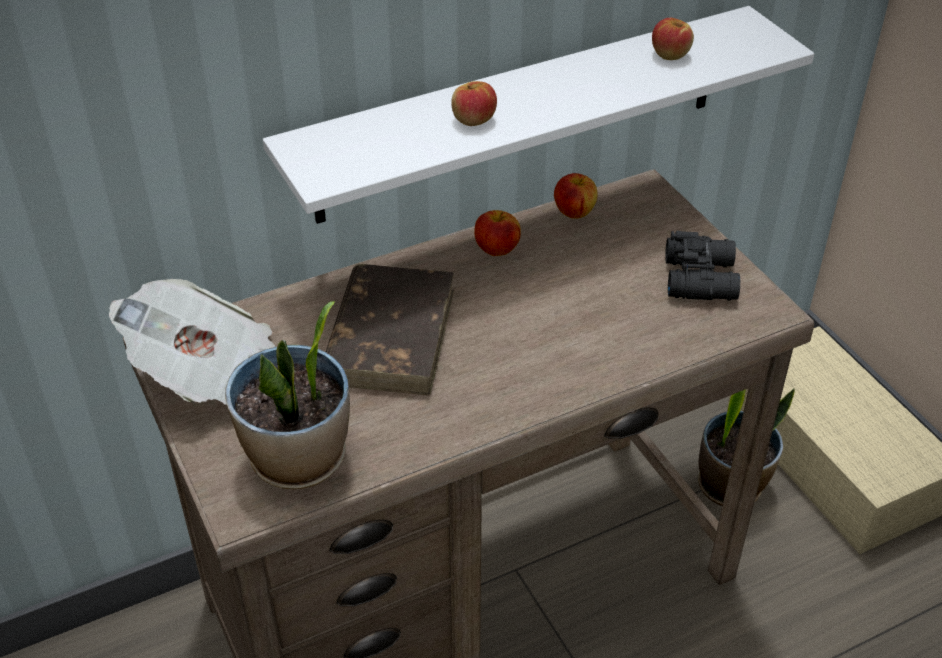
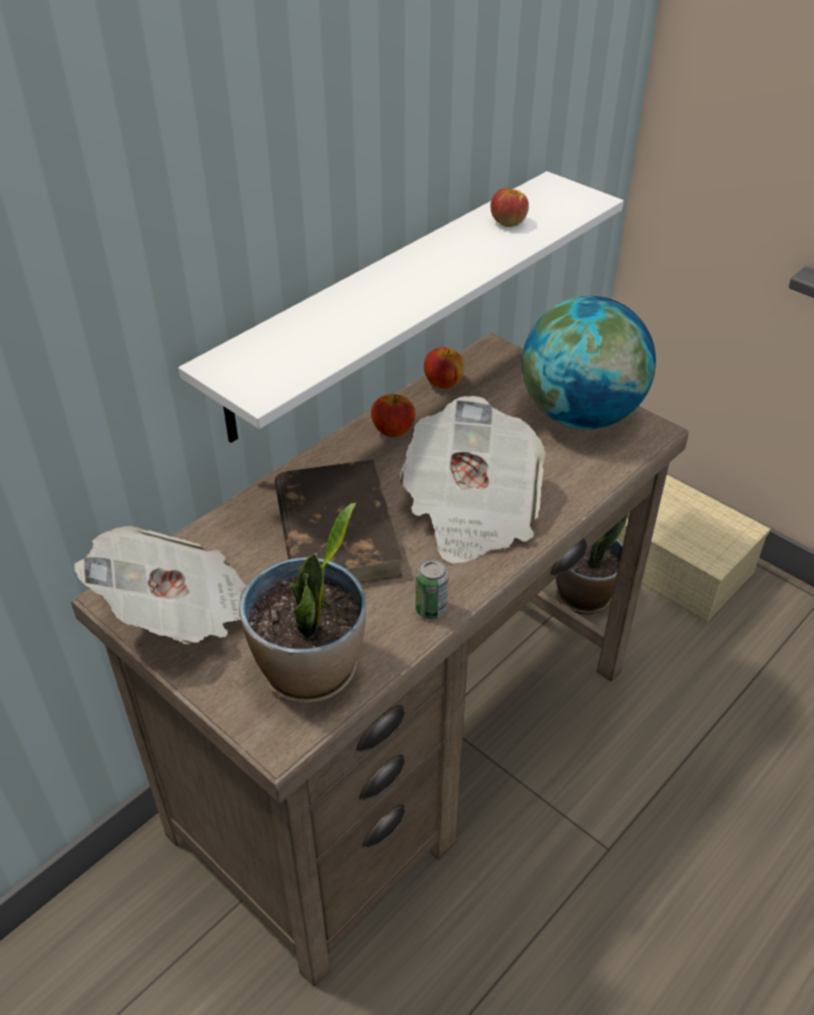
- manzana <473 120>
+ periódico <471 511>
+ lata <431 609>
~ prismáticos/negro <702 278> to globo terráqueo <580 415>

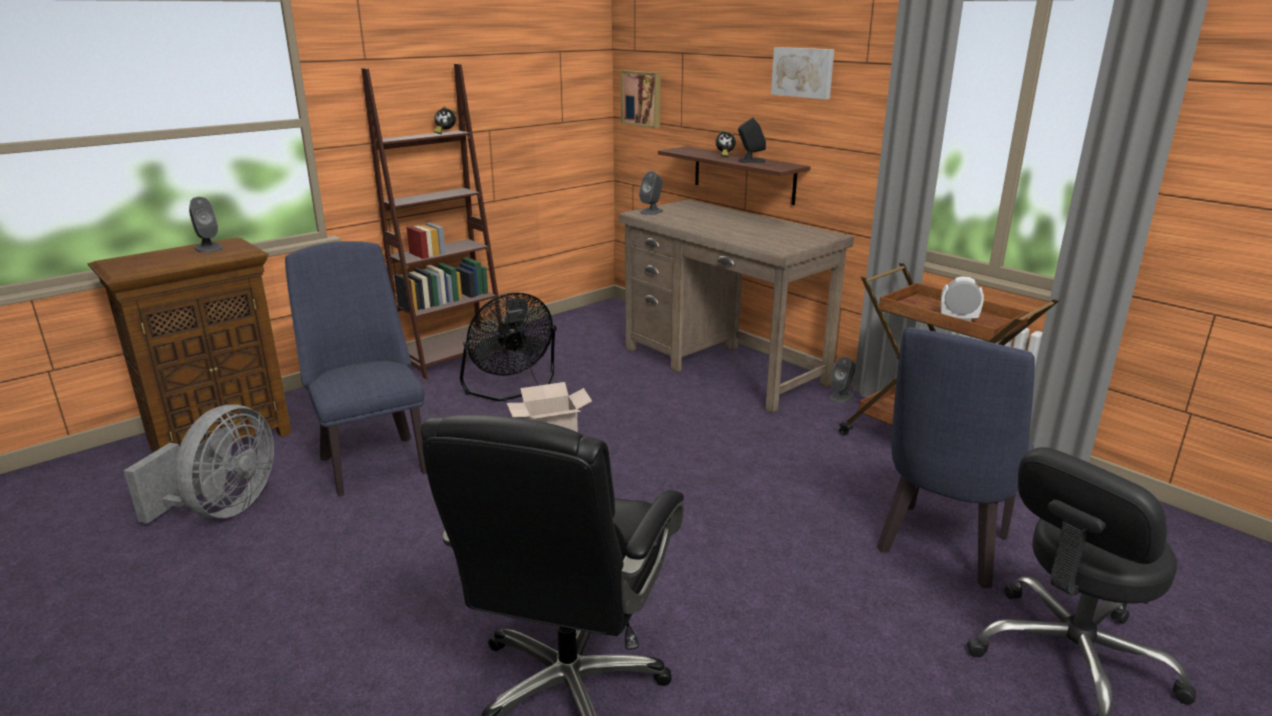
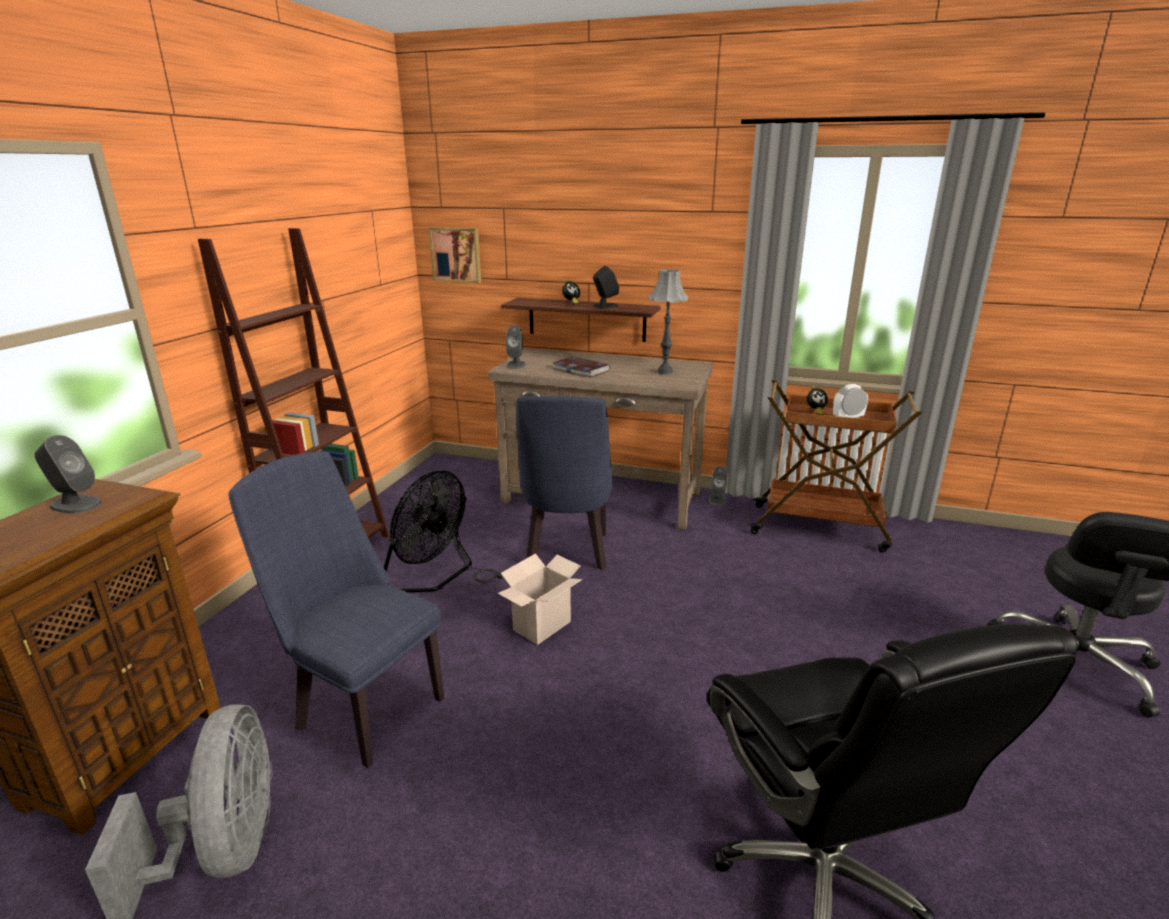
- cuadro <803 72>
+ libro <581 370>
+ lámpara de mesa/gris <664 372>
~ despertador <445 133> to <815 412>
~ silla/azul <941 550> to <568 554>

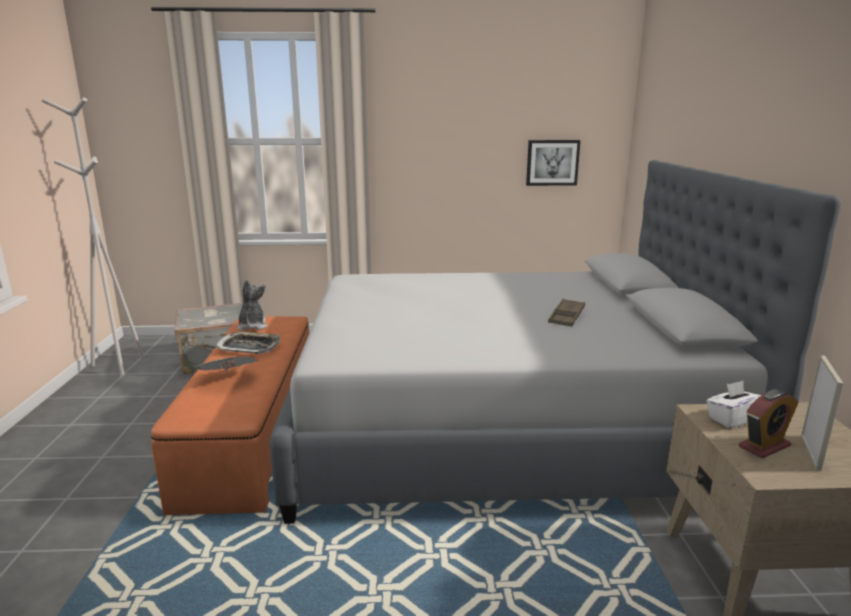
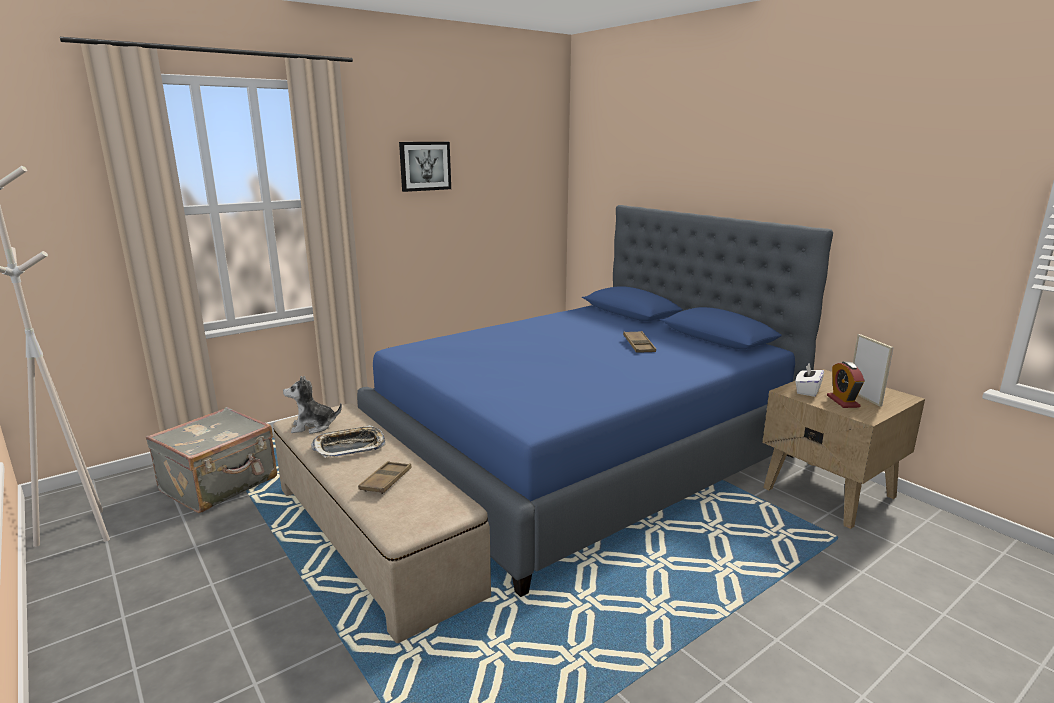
~ cuadro <552 162> to <425 166>
~ periódico <228 379> to bandeja/marrón <386 481>
~ banco/naranja <253 431> to banco/beis <374 537>
~ cama/gris <501 426> to cama/azul <582 456>
~ peluche <252 326> = <313 426> 60 degrees counterclockwise
~ despertador <764 446> = <843 401> 150 degrees clockwise

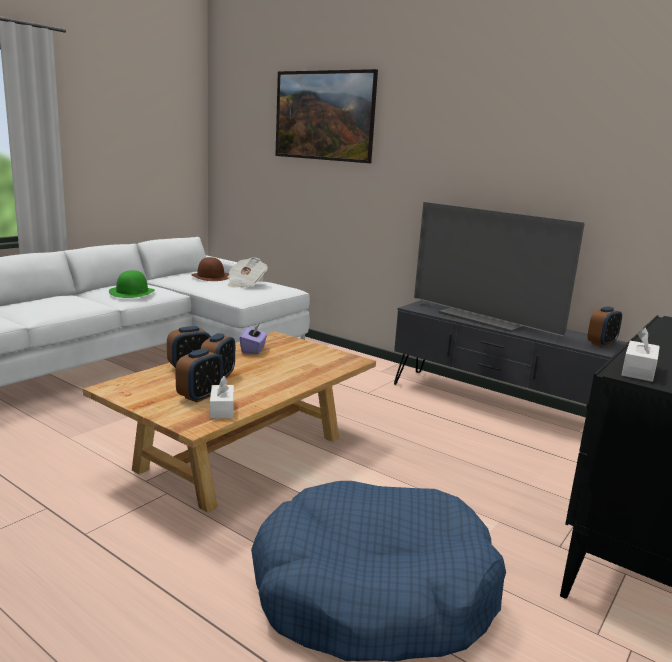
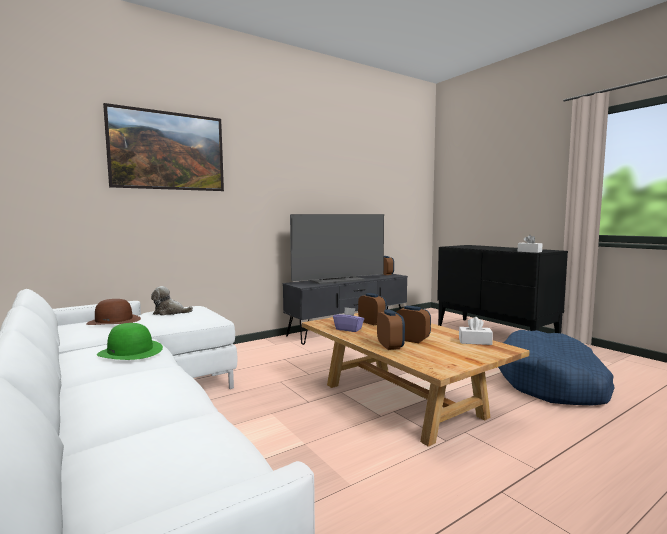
~ despertador <200 396> to <372 323>
~ periódico <245 284> to peluche <170 312>

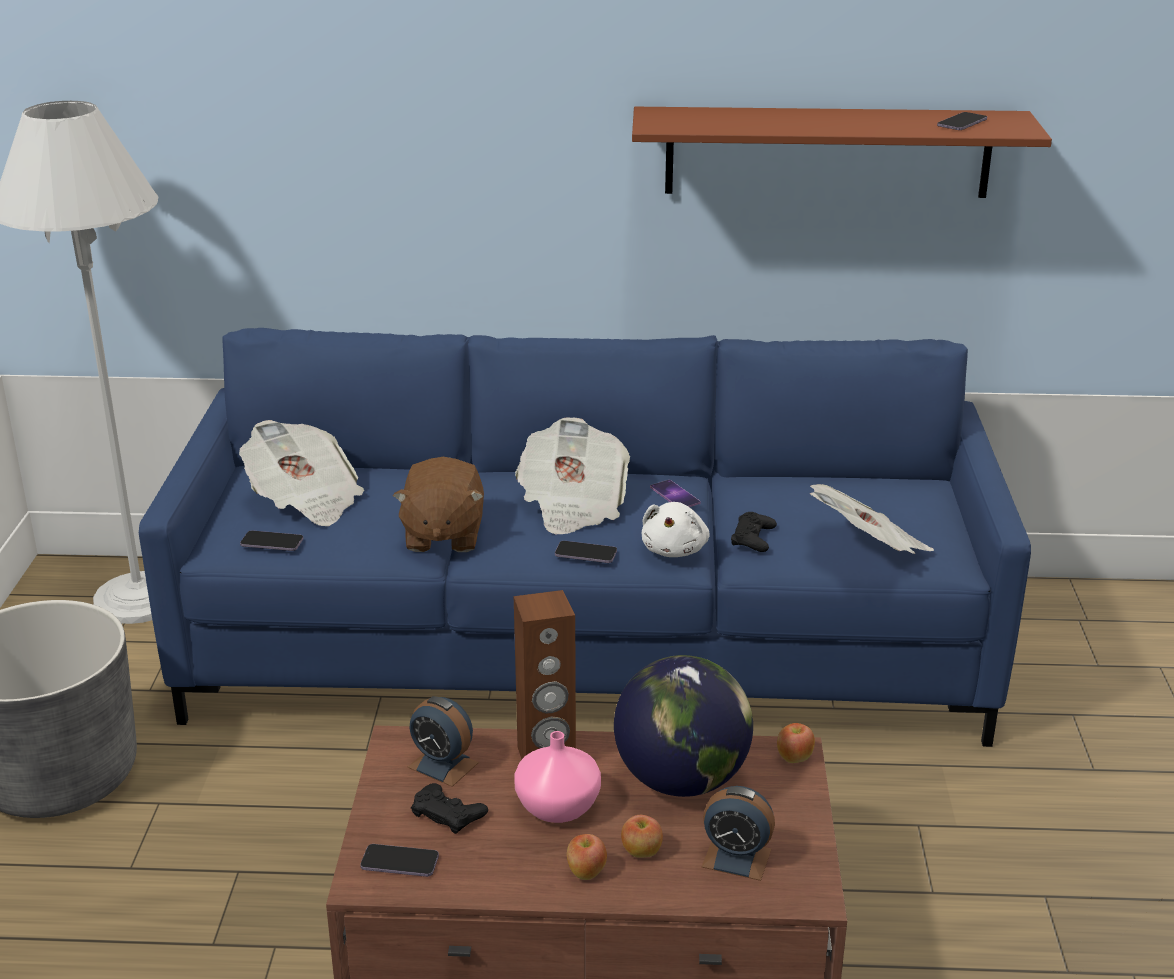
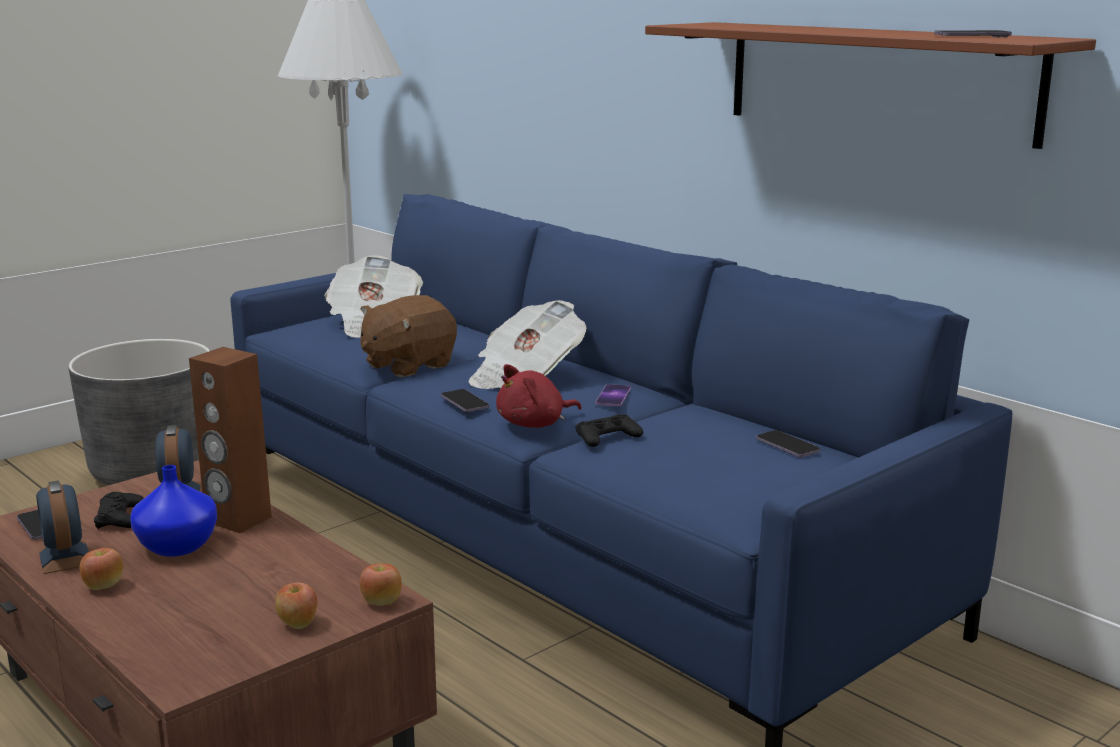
- globo terráqueo <681 780>
- periódico <868 550>
~ móvil <272 543> to <787 446>
~ manzana <641 852> to <297 624>
~ despertador <736 858> to <65 557>
~ florero/rosa <558 806> to florero/azul <179 546>
~ peluche/blanco <675 549> to peluche/rojo <535 424>

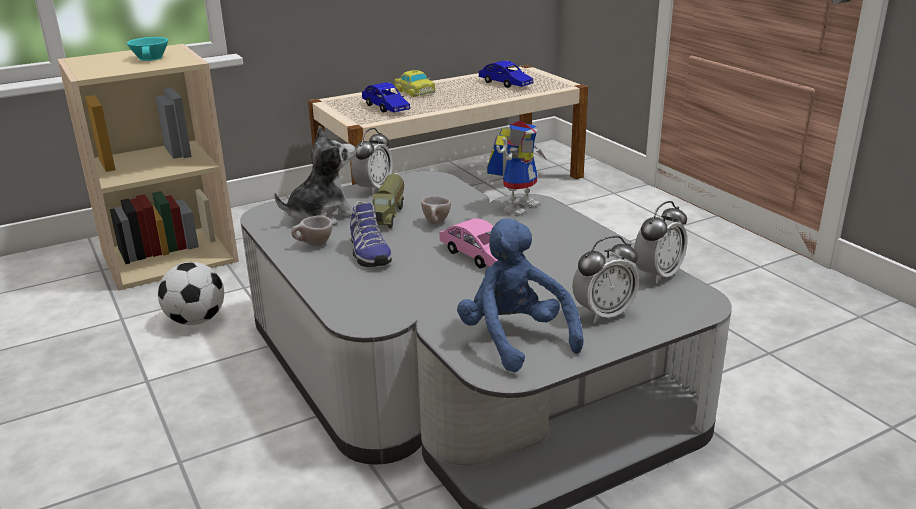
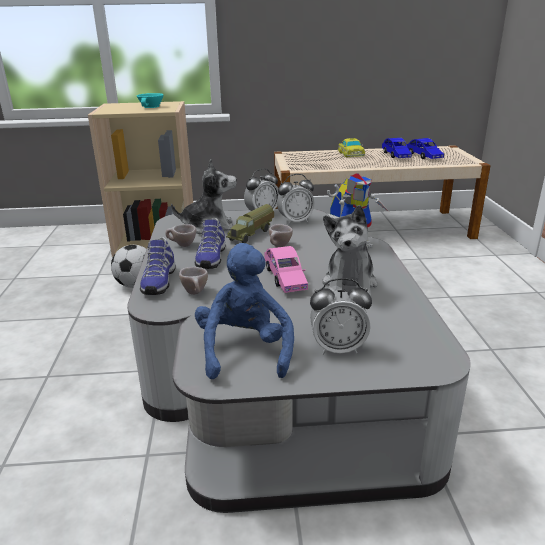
+ zapato <158 282>
+ taza/beis <196 293>
+ peluche <350 285>
~ coche de juguete/azul <385 108> to <395 155>
~ despertador <658 275> to <295 221>

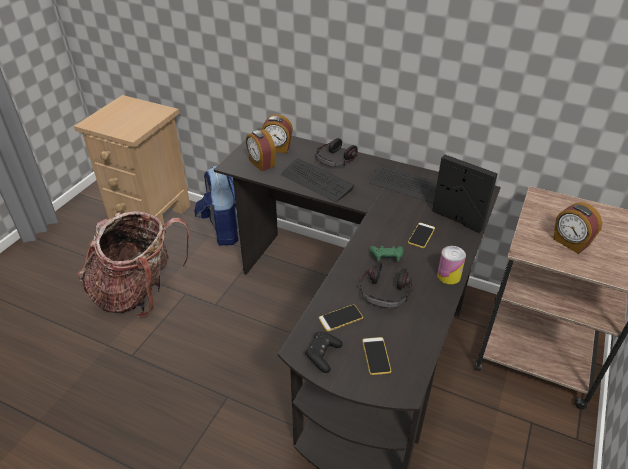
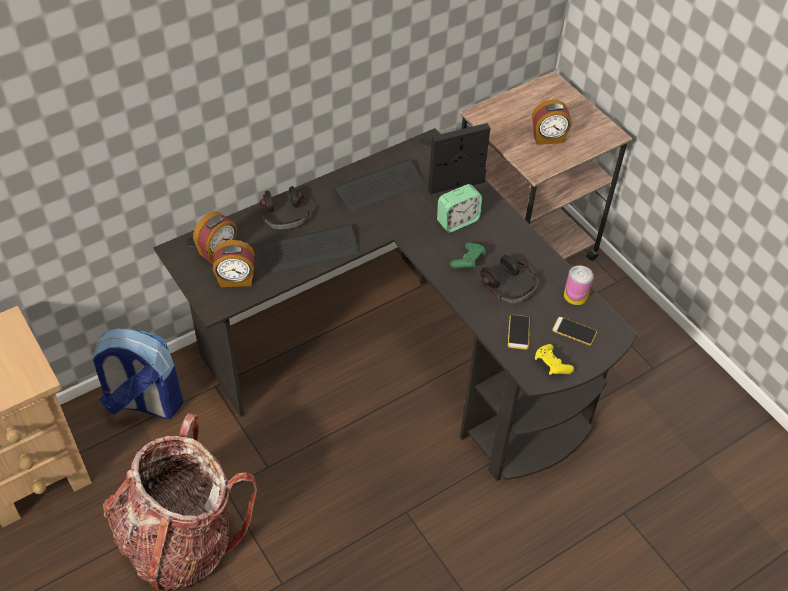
~ lata <448 276> to <575 295>
~ móvil <421 235> to despertador <457 221>
~ mando de consola/negro <323 355> to mando de consola/amarillo <551 365>

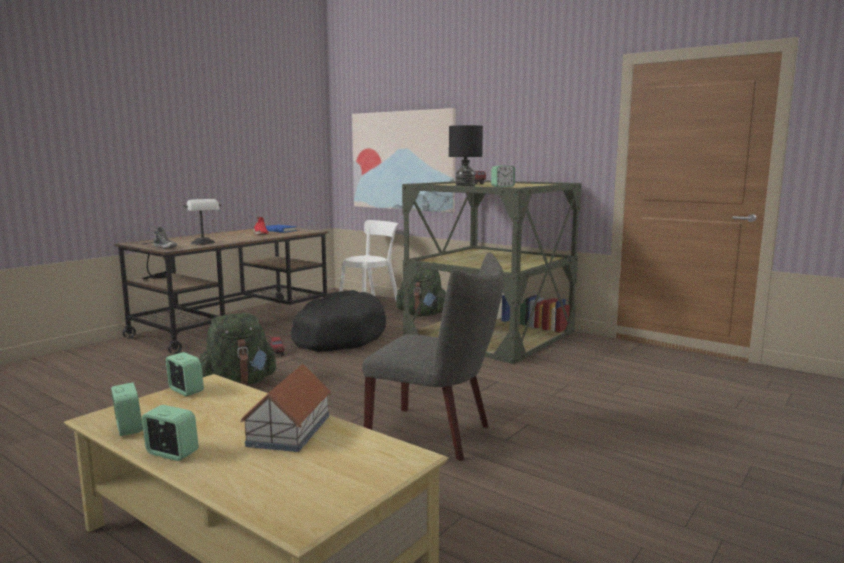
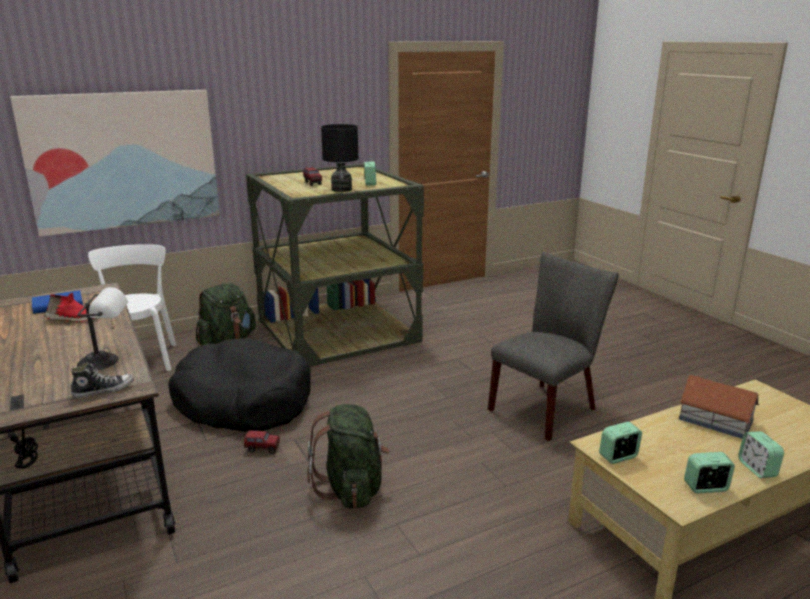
~ despertador <171 453> = <757 469> 60 degrees counterclockwise

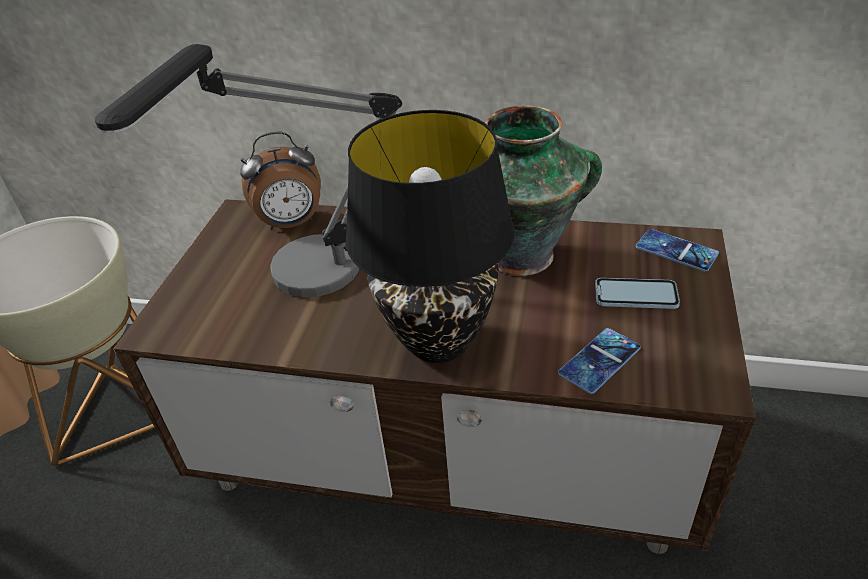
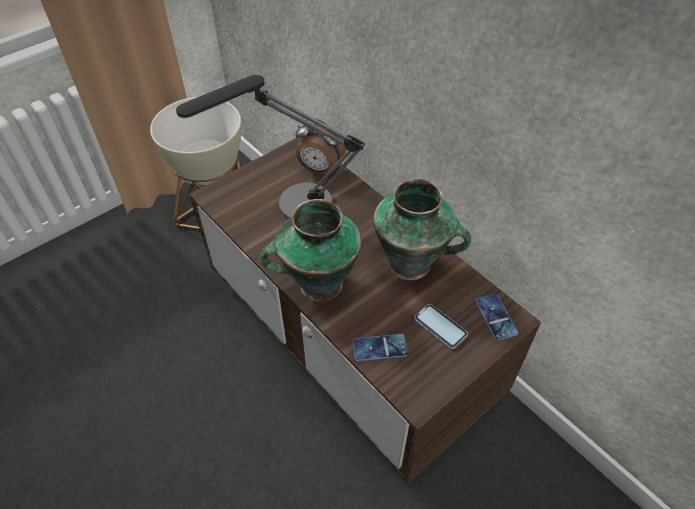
~ lámpara de mesa/negro <437 342> to florero <318 284>

